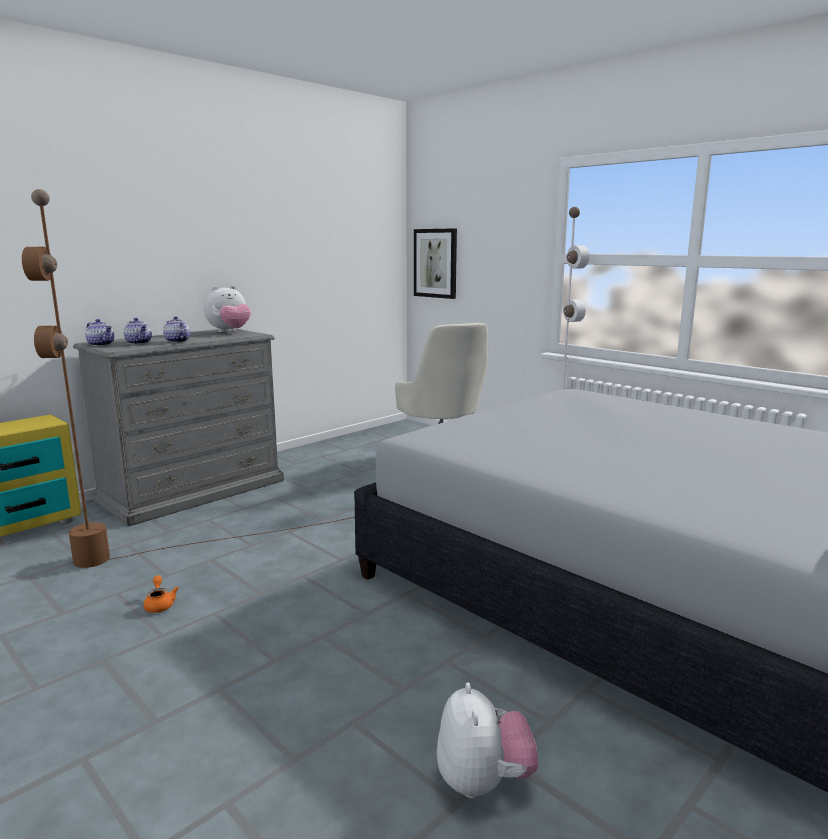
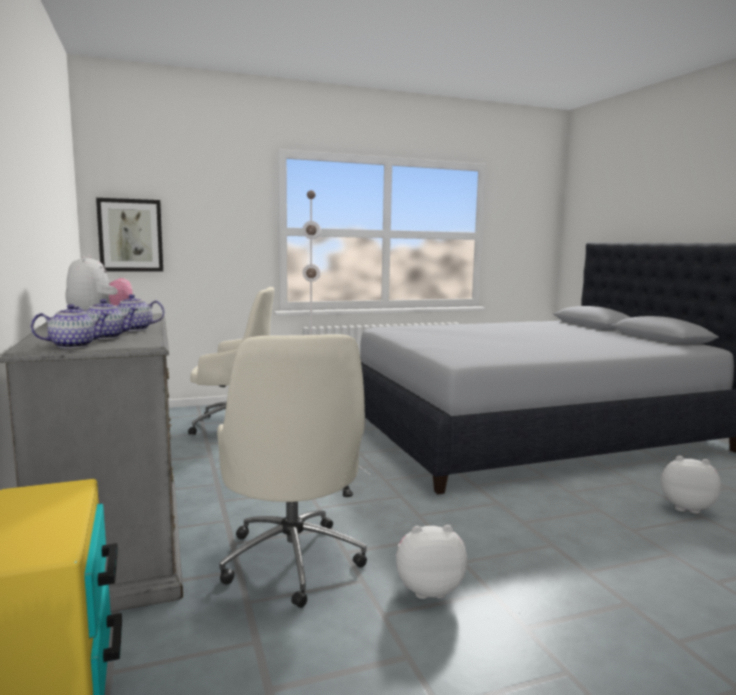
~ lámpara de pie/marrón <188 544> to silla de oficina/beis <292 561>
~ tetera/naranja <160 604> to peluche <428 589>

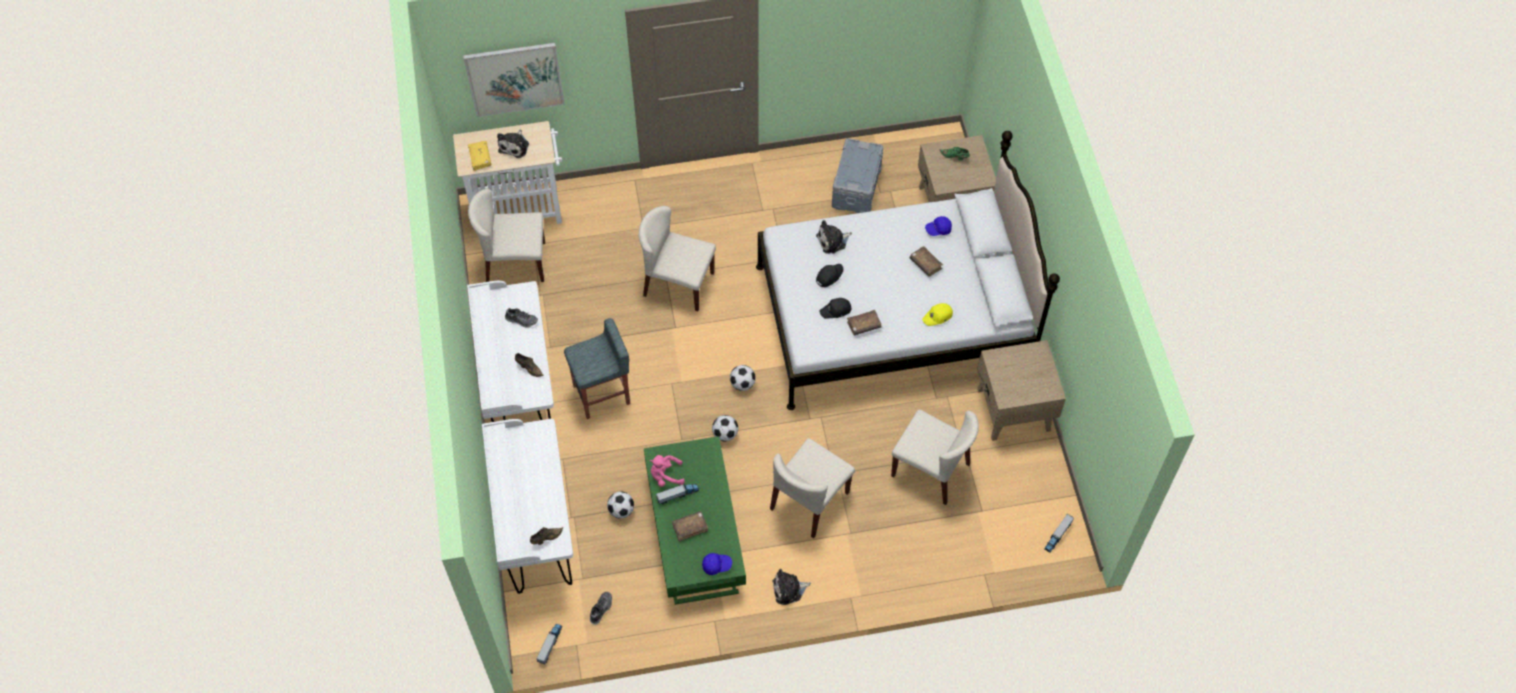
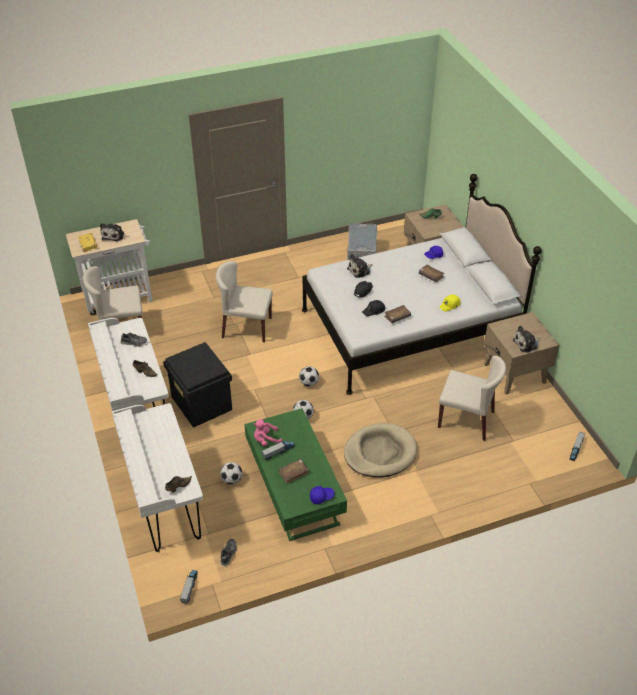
- cuadro <514 78>
~ peluche <789 589> to <526 344>
~ taburete/gris <602 394> to caja de almacenaje/negro <202 403>
~ silla/beis <809 501> to cama para perro/beis <380 453>

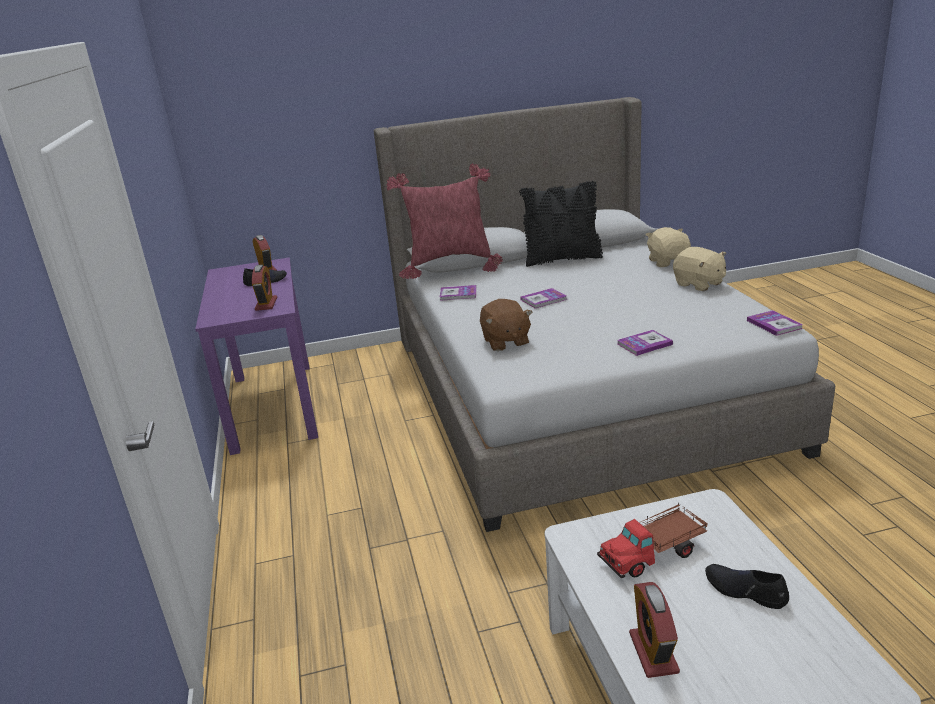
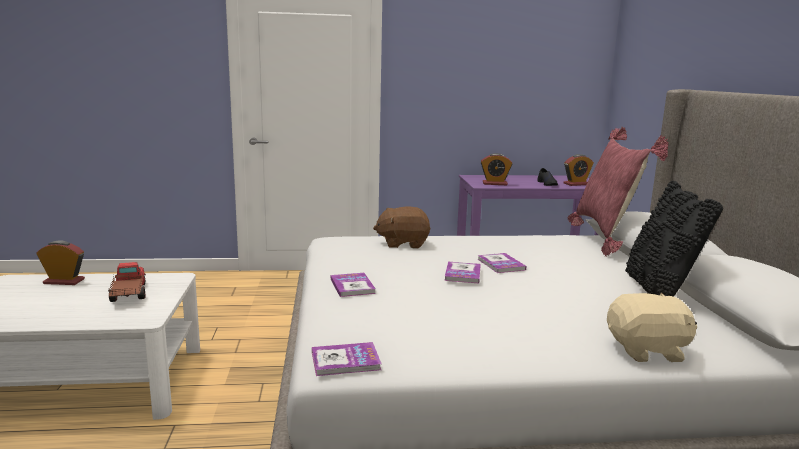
- peluche/beis <699 284>
- zapato/negro <745 591>
~ libro <458 294> to <462 274>

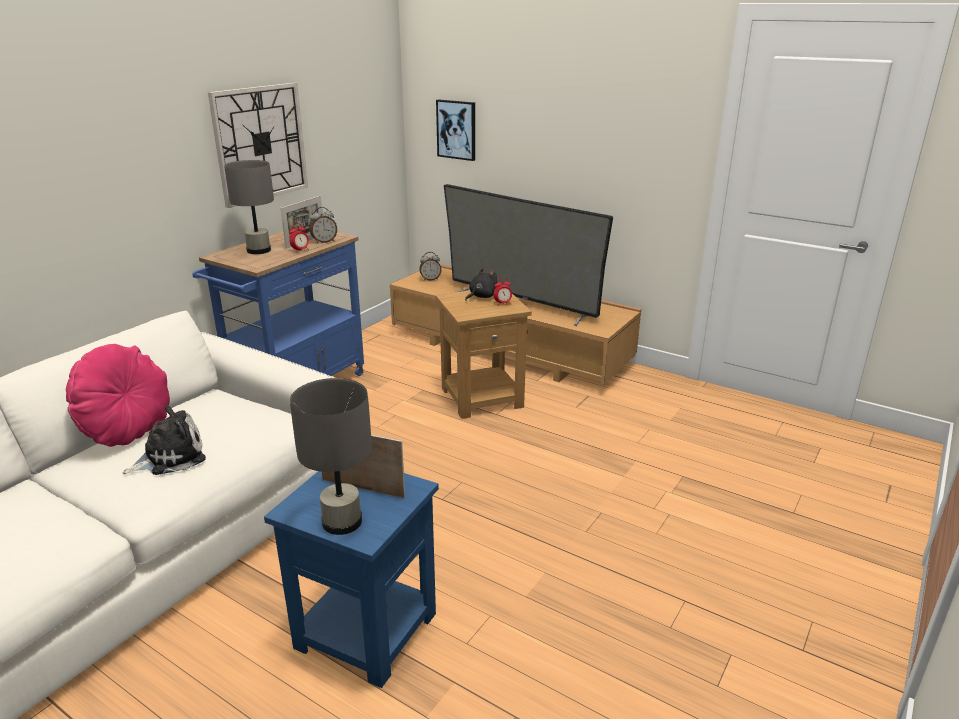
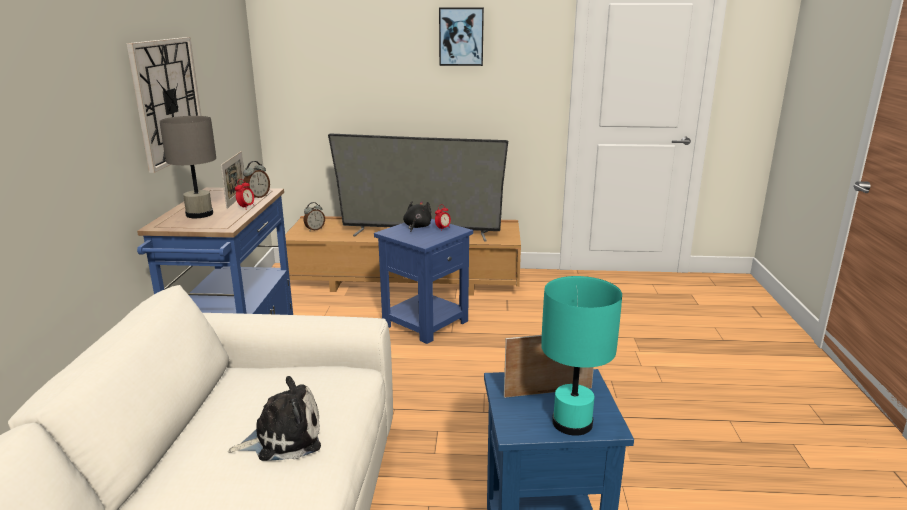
- cojín/rosa <129 433>
~ cuadro <457 129> to <461 36>
~ lámpara de mesa/gris <342 521> to lámpara de mesa/turquesa <571 422>
~ mesa auxiliar/marrón <482 397> to mesa auxiliar/azul <426 322>
~ peluche <170 457> = <283 438> 45 degrees clockwise

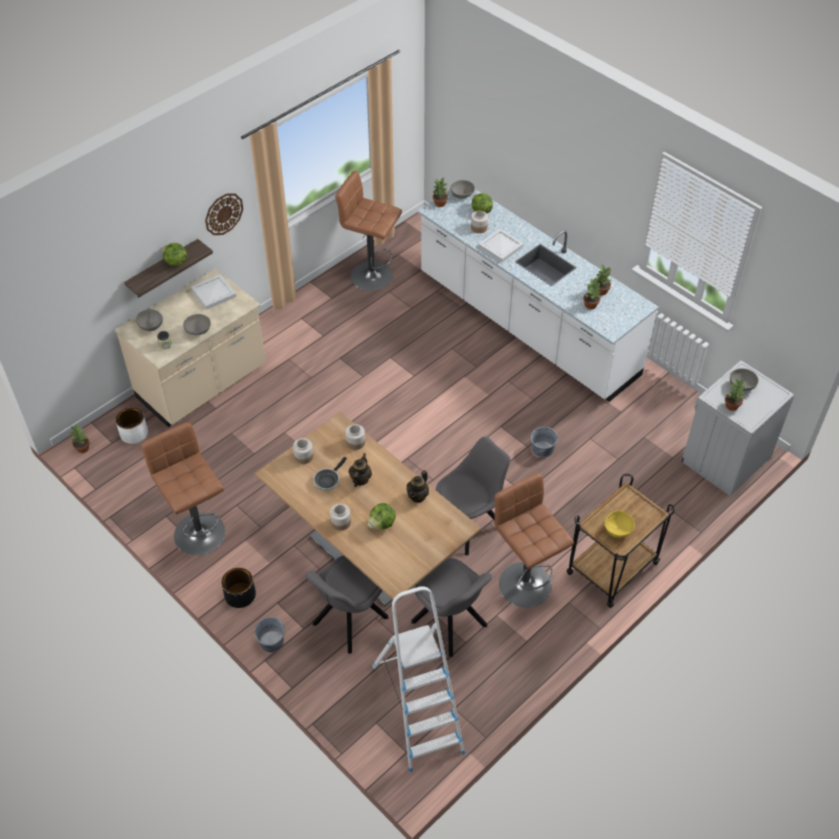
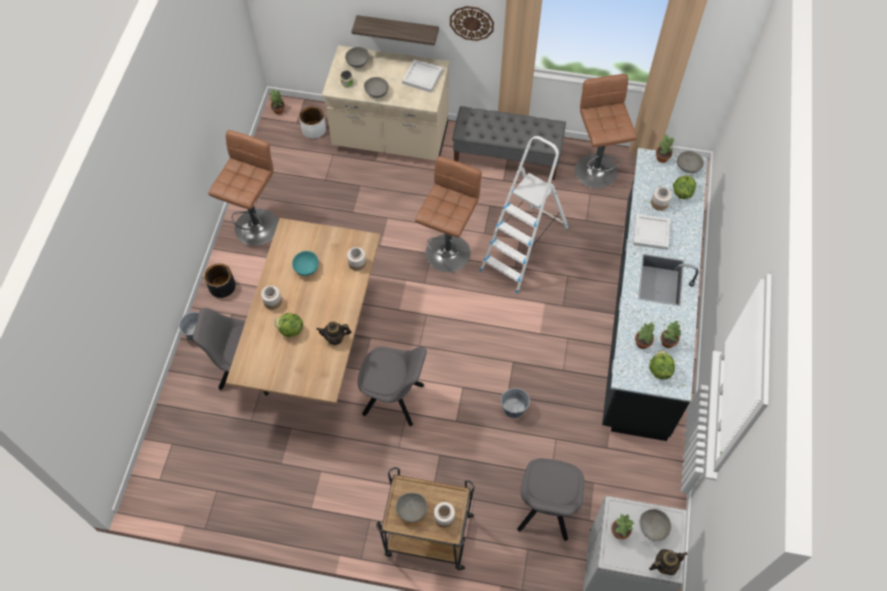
+ banco/gris <507 157>
~ lechuga <175 262> to <659 370>
~ tarro <303 456> to <444 517>
~ tetera <360 479> to <664 565>
~ escalera de tijera/blanco <417 709> to <524 249>
~ silla/gris <450 624> to <546 510>
~ taburete/marrón <525 584> to <448 252>
~ sartén <328 480> to cuenco/turquesa <306 268>
~ mueble bajo de cocina/blanco <526 325> to mueble bajo de cocina/negro <643 315>
~ cuenco/amarillo <617 530> to cuenco/gris <411 510>

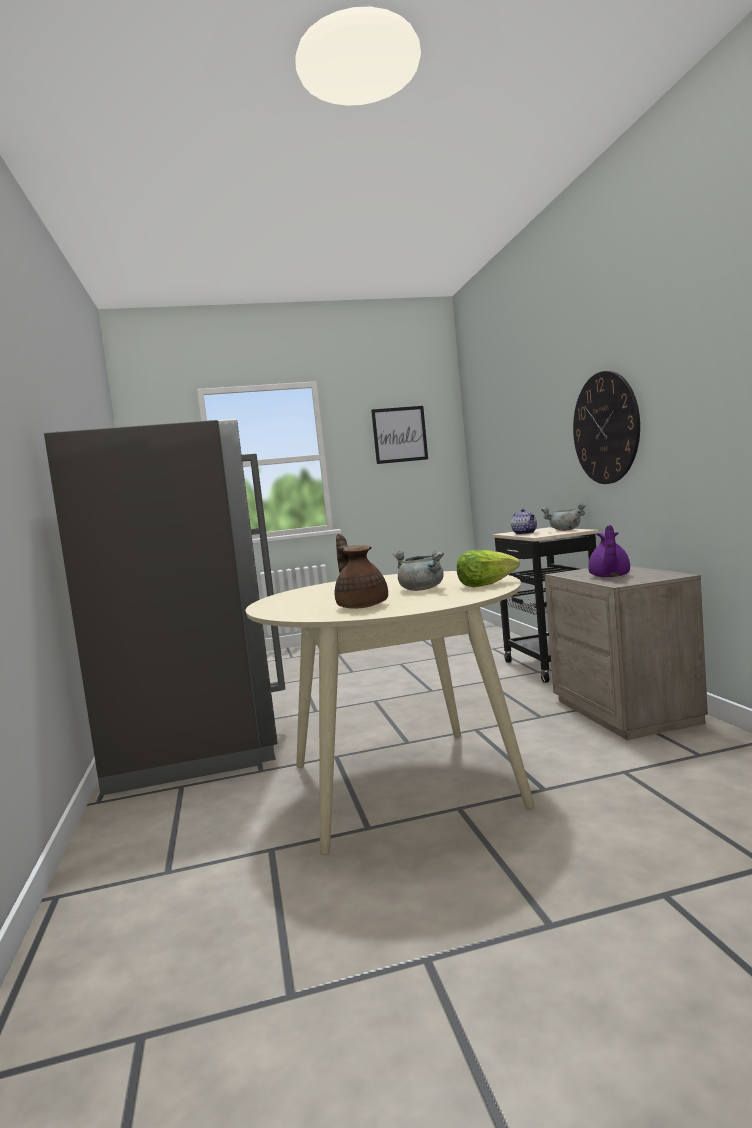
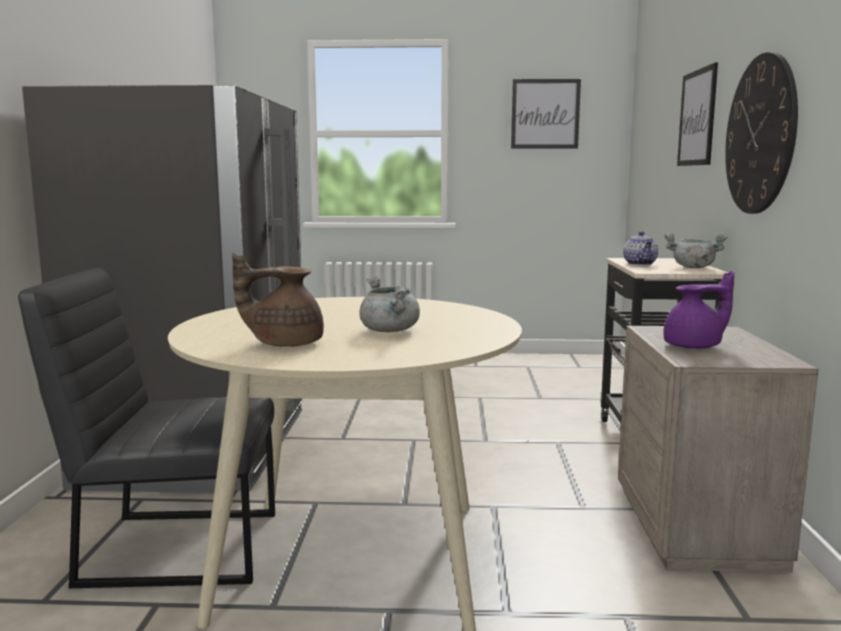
- lechuga <486 584>
+ silla/gris <175 547>
+ cuadro <697 118>
~ tetera/marrón <361 606> = <285 343> 90 degrees counterclockwise
~ tetera/morado <609 577> = <695 346> 135 degrees counterclockwise

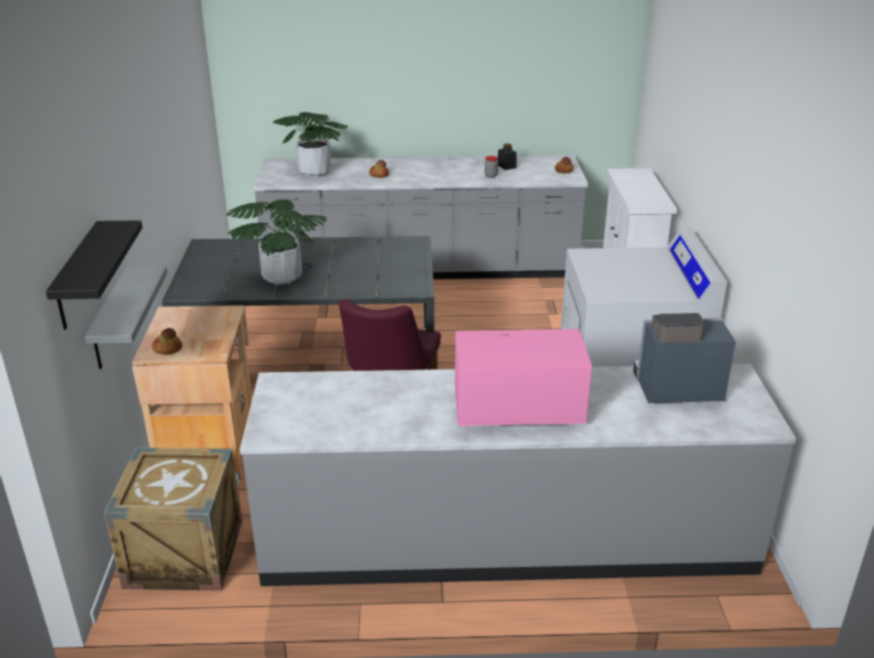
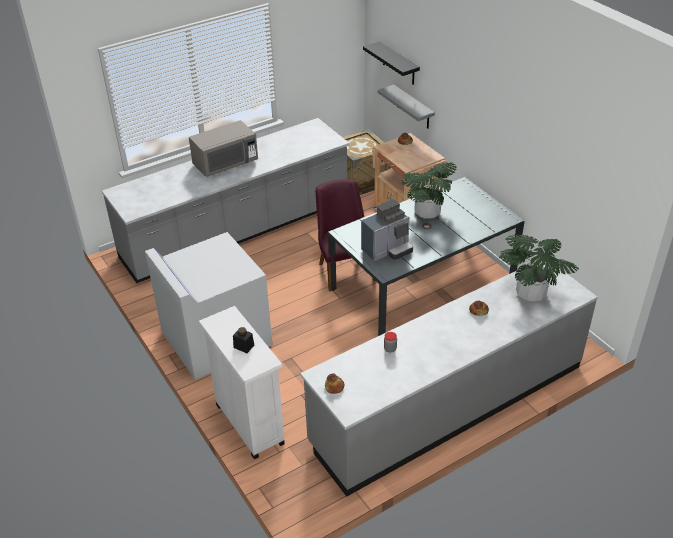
~ tarro/negro <506 166> to <244 346>
~ cafetera <674 389> to <387 250>
~ microondas/rosa <518 409> to microondas/gris <225 163>

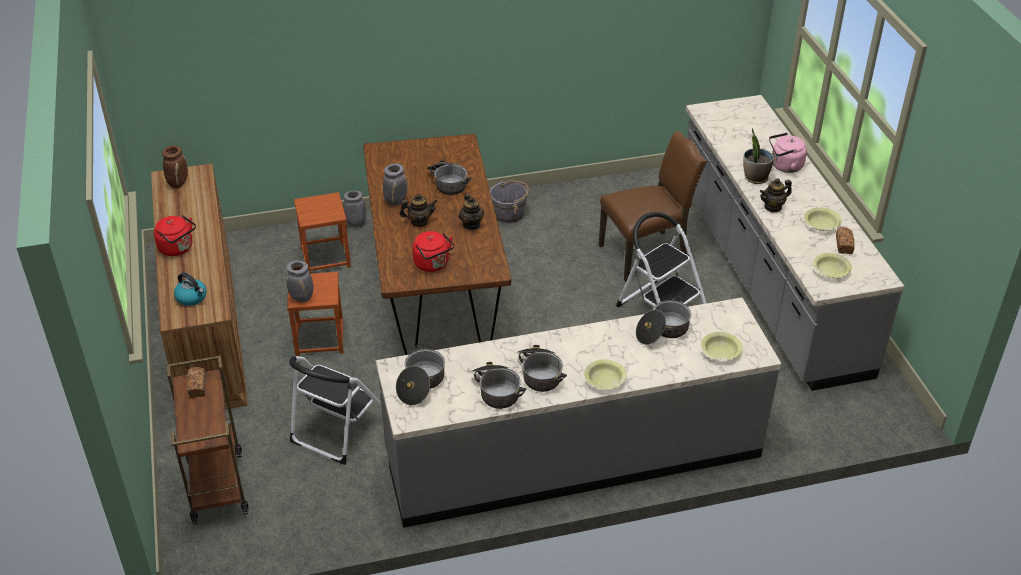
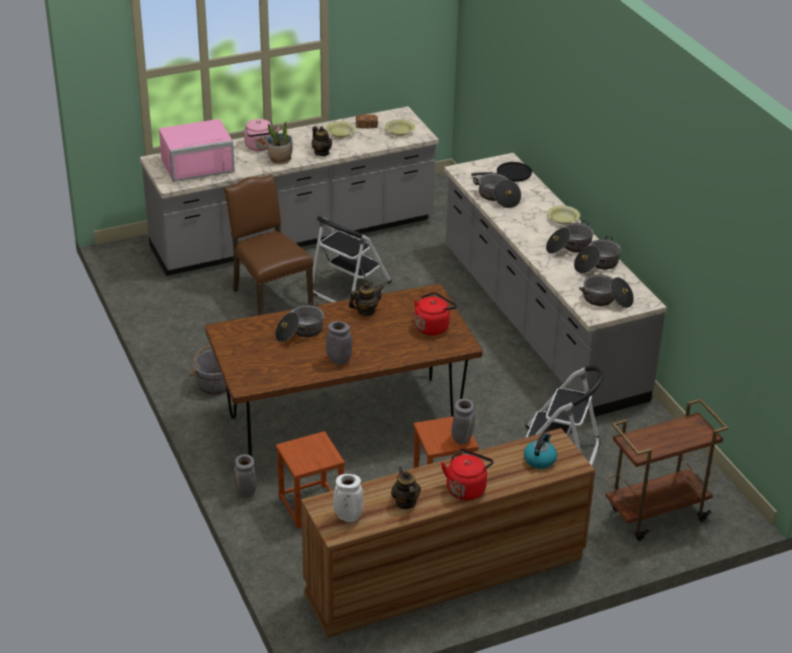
- pan <197 387>
+ microondas/rosa <197 164>
~ tetera <419 222> to <405 502>
~ cuenco/amarillo <720 351> to sartén/negro <511 174>
~ florero/marrón <178 183> to florero/blanco <347 517>

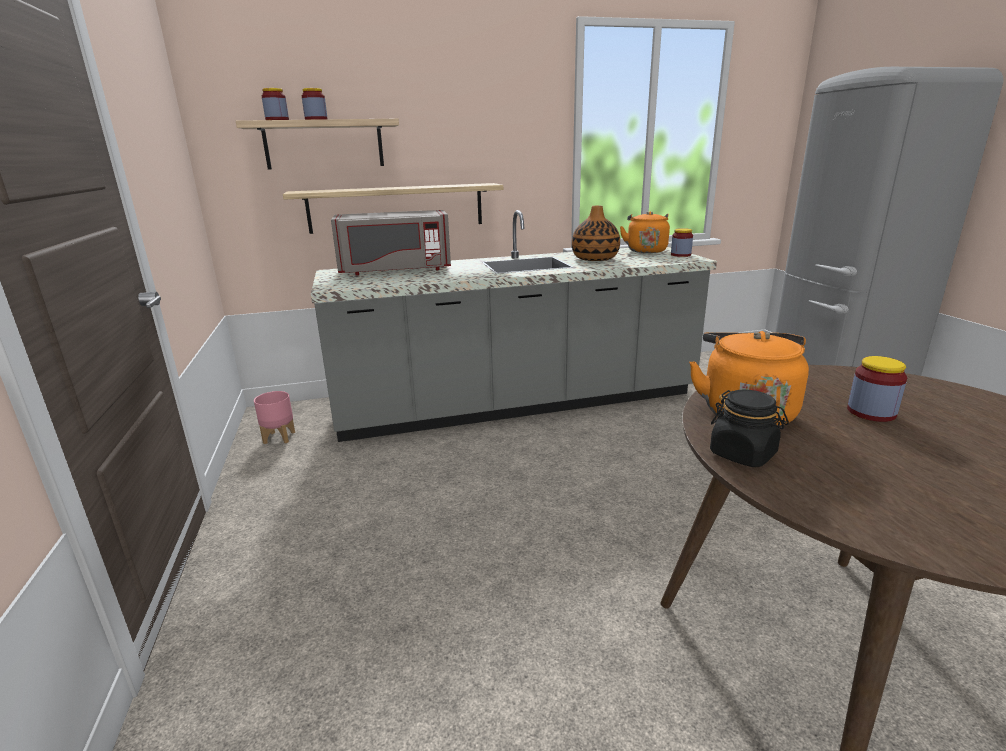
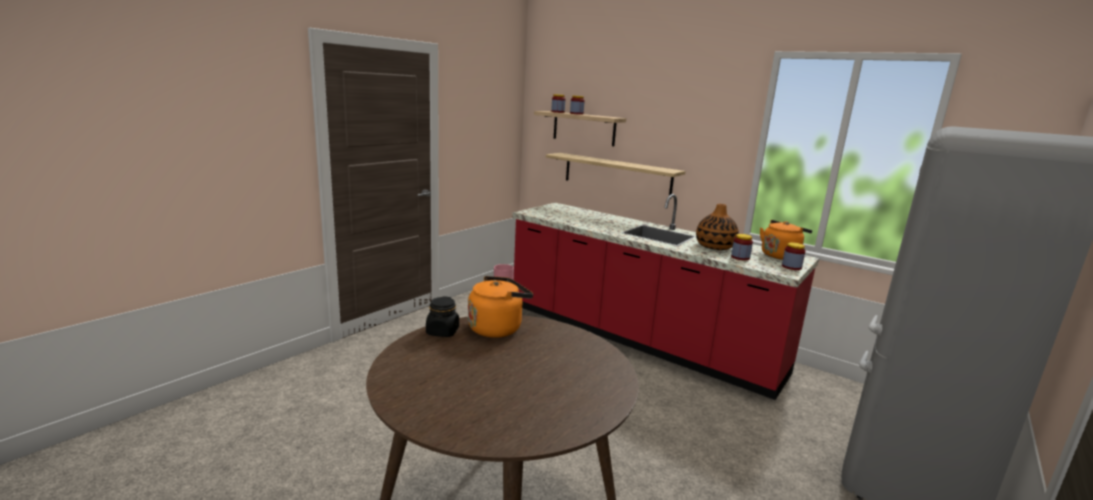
- microondas/gris <395 270>
~ tarro <871 412> to <740 257>
~ mueble bajo de cocina/gris <517 404> to mueble bajo de cocina/rojo <638 339>

